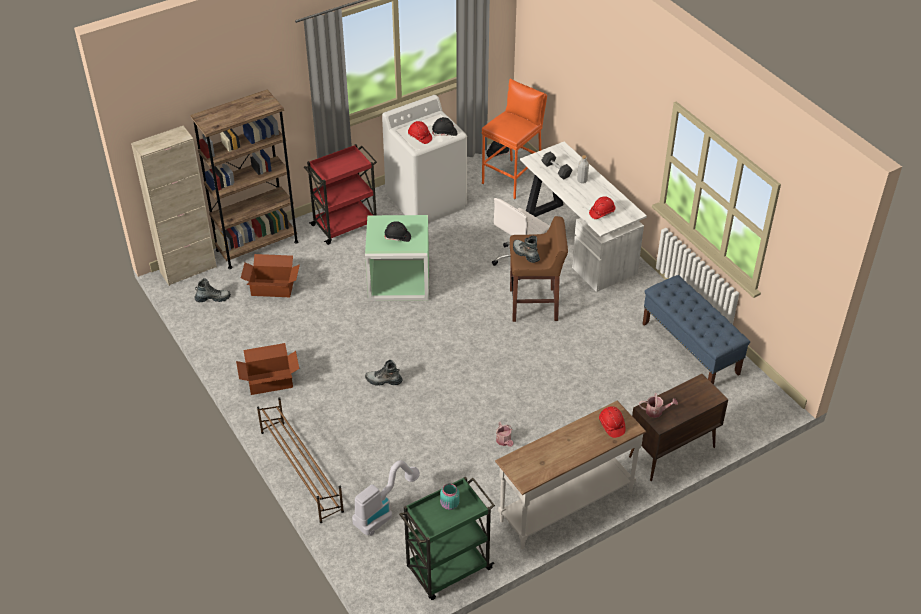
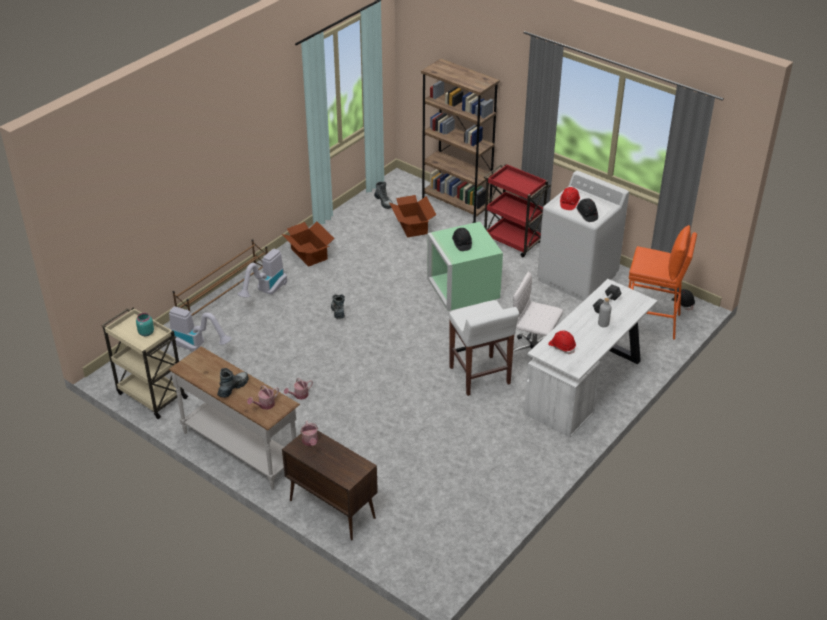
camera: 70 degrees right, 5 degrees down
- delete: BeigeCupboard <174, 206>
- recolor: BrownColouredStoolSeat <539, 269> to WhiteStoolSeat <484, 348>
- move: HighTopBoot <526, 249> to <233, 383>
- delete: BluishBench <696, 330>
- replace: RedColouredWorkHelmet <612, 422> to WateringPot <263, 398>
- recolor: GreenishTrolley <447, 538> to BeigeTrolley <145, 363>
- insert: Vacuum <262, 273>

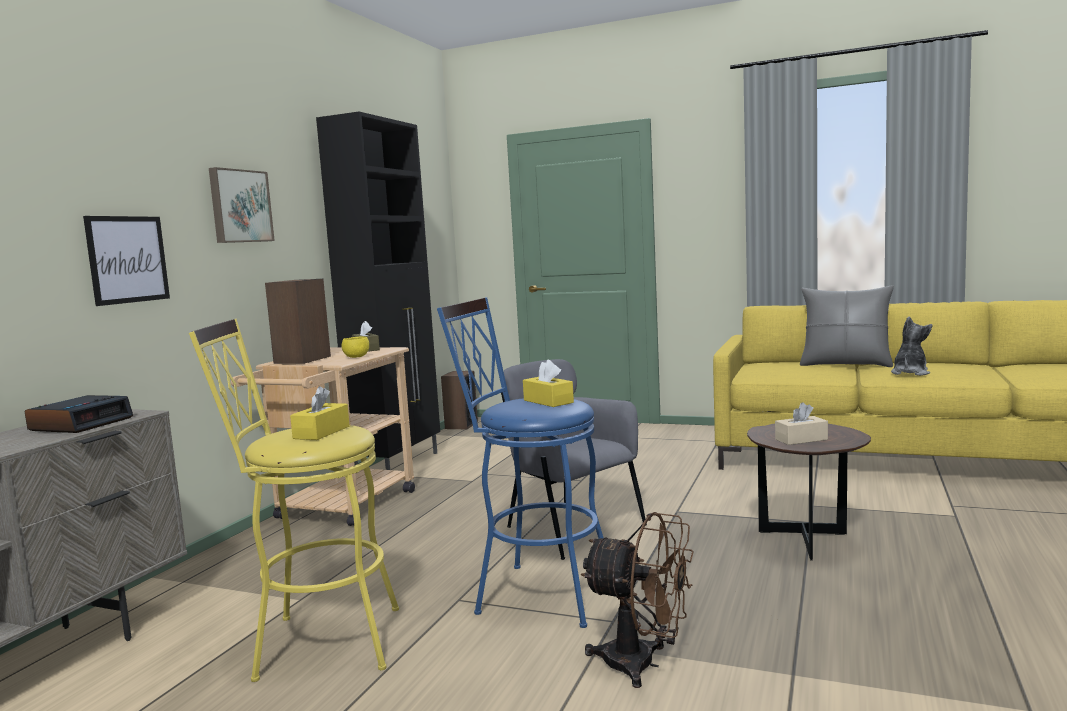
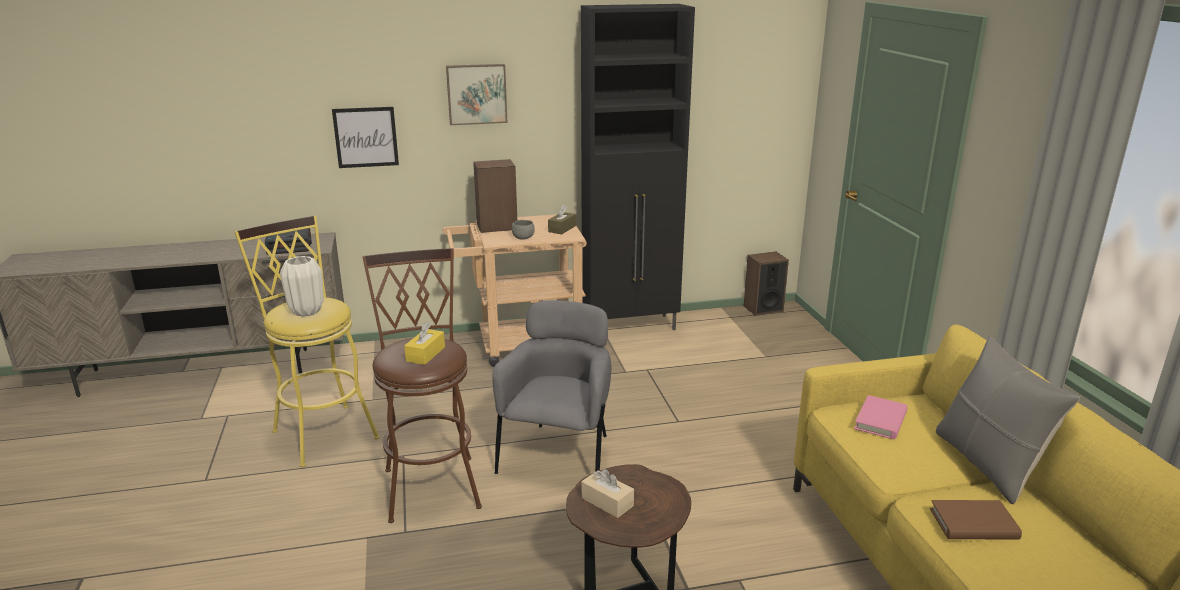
camera: 55 degrees right, 15 degrees up
- recolor: BluishStoolSeat <520, 462> to BrownColouredStoolSeat <422, 385>
- replace: SoftToy <911, 346> to BrownColouredBook <976, 519>
- recolor: YellowColouredBowl <355, 347> to GrayBowl <523, 230>
- replace: YellowColouredBoxOfTissues <320, 413> to WhiteVase <302, 286>
- delete: BrownColouredCoolingFan <637, 600>
- insert: PinkishBook <880, 417>

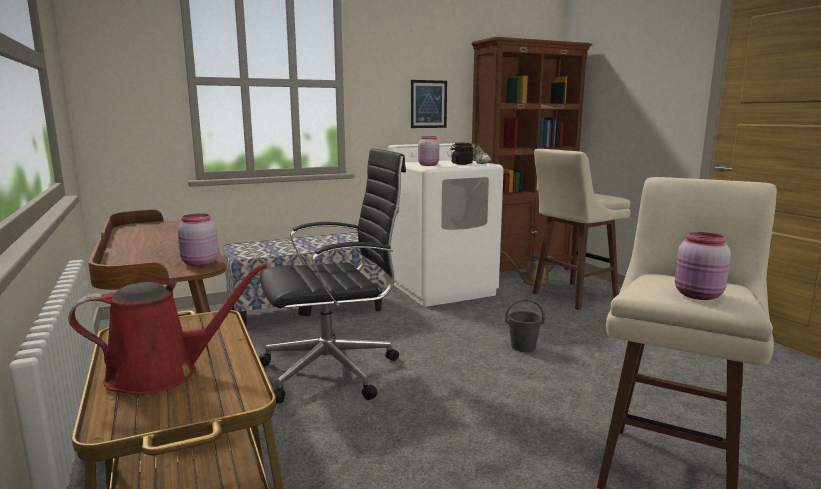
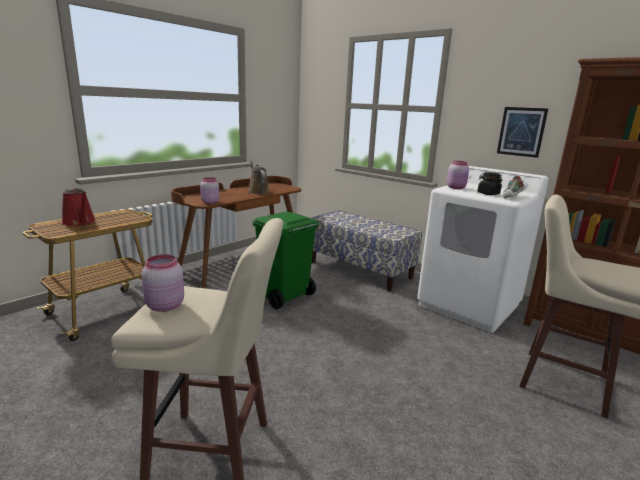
camera: 65 degrees right, 5 degrees up
- replace: BlackColouredComputerChair <332, 276> to GreenishRubbishBin <285, 260>
- move: BrownColouredWateringPot <528, 268> to <259, 177>
- delete: GrayBucket <525, 325>

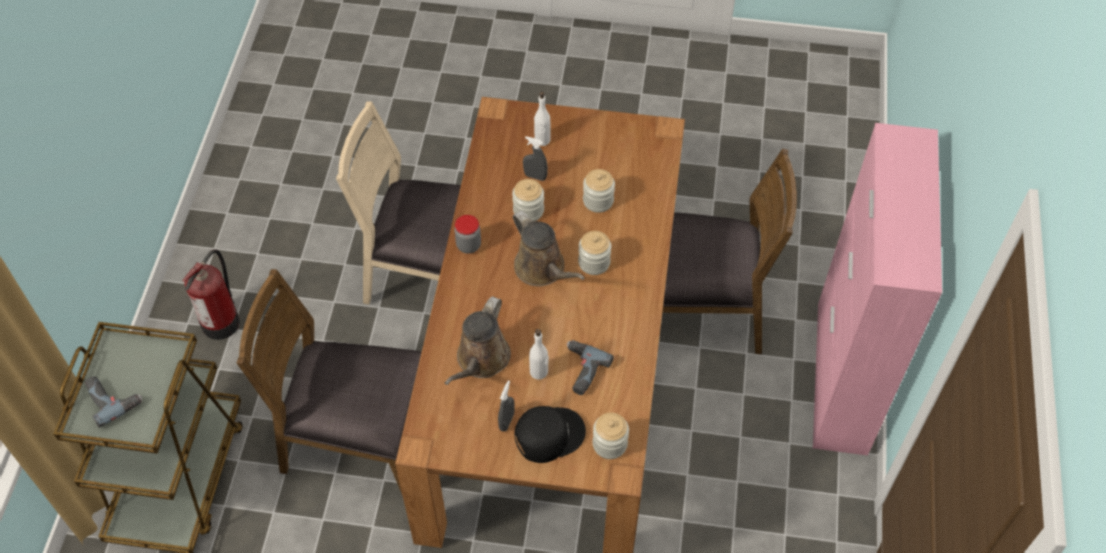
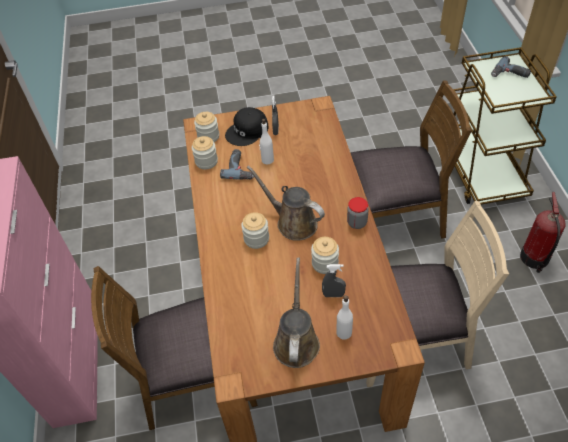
camera: 165 degrees right, 5 degrees down
- move: PreserveJar <599, 191> to <205, 152>
- move: BrownColouredWateringPot <478, 340> to <296, 312>

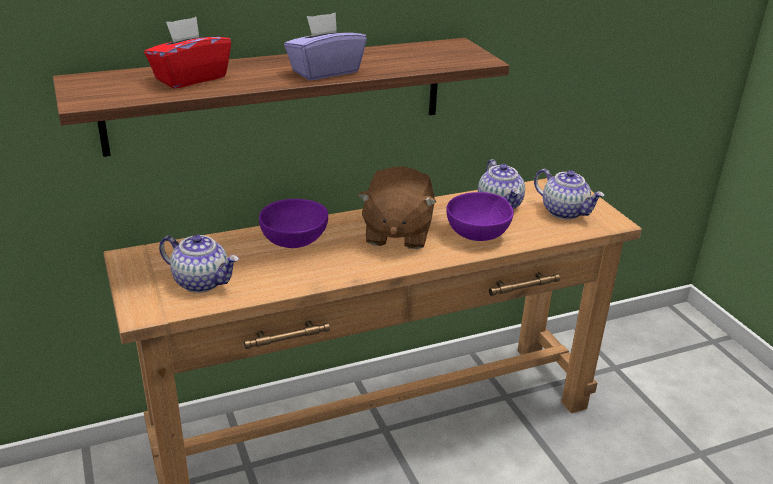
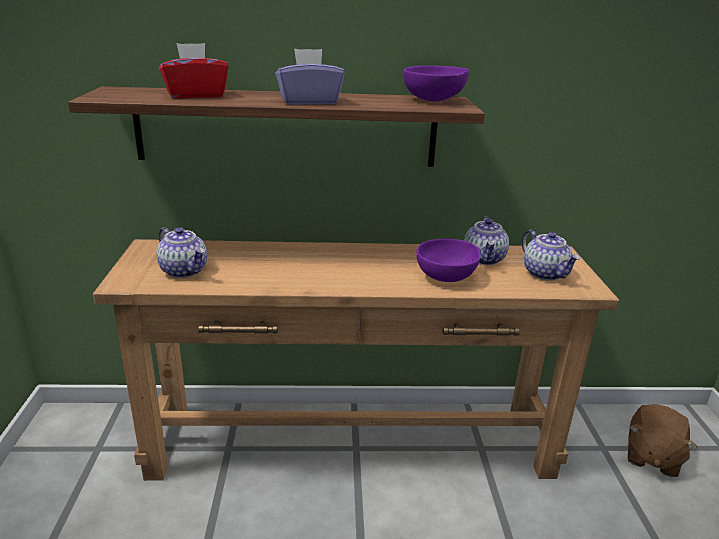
camera: 20 degrees right, 5 degrees down
- move: BrownColouredSoftToy <397, 207> to <663, 440>
- move: PurpleColouredBowl <293, 223> to <436, 83>

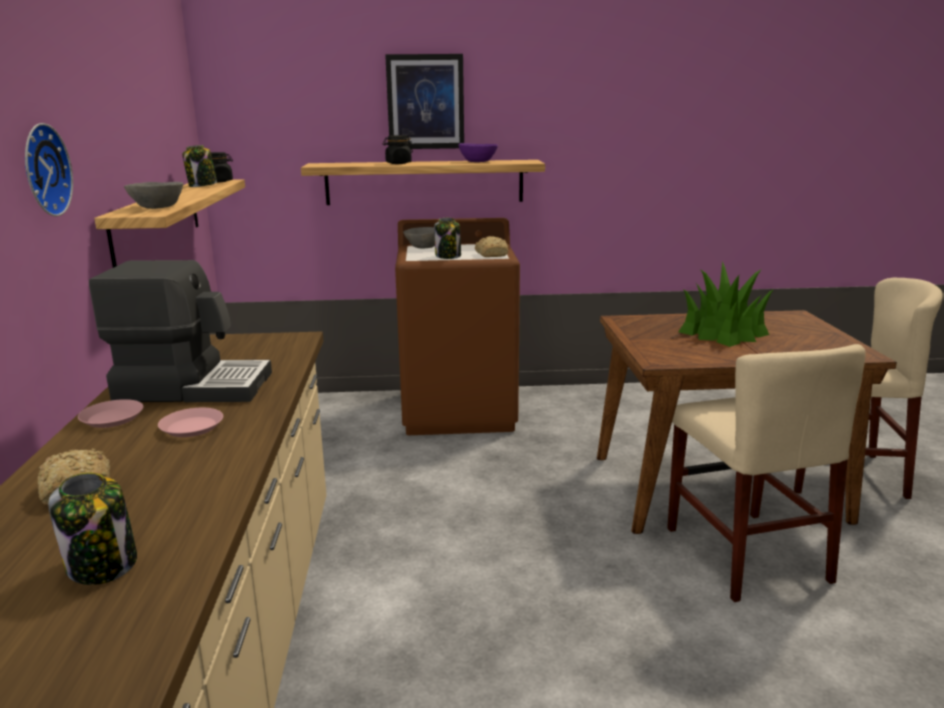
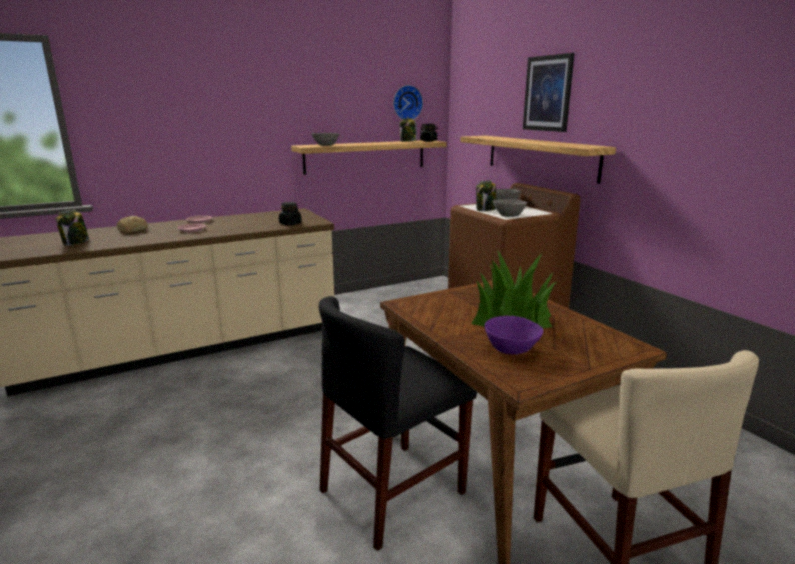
camera: 65 degrees right, 0 degrees up
- move: ClockOnTheWall <49, 169> to <408, 102>
- move: BlackColouredPreserveJar <398, 149> to <290, 213>
- move: PurpleColouredBowl <478, 152> to <514, 335>
- replace: Bread <492, 246> to GrayBowl <510, 208>
- delete: CoffeeMaker <180, 331>
- recolor: BeigeChair <766, 473> to BlackColouredChair <398, 423>

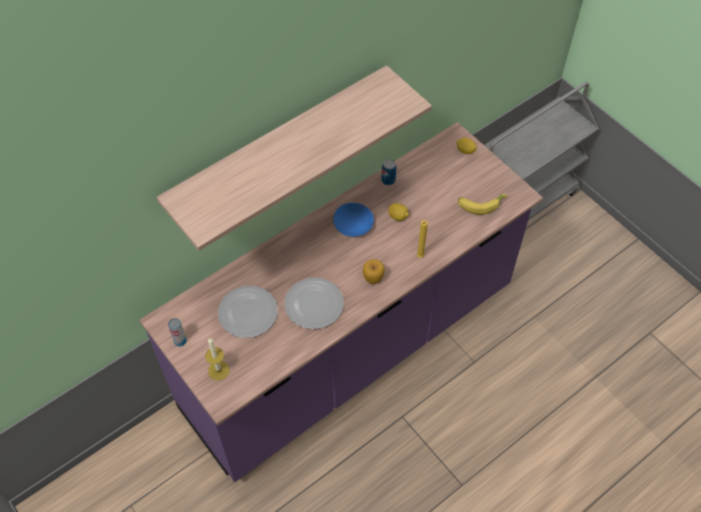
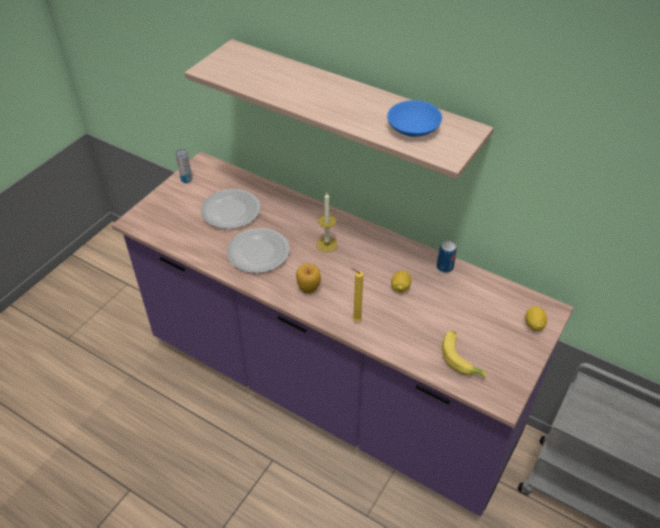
camera: 70 degrees right, 10 degrees down
- move: BluishBowl <353, 220> to <414, 118>
- move: WaxLight <217, 359> to <327, 222>

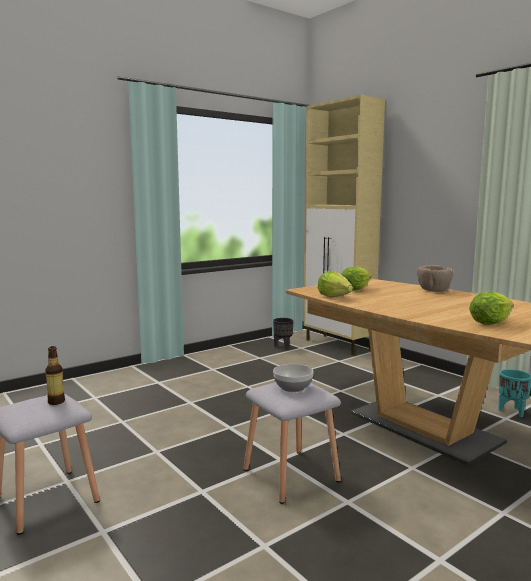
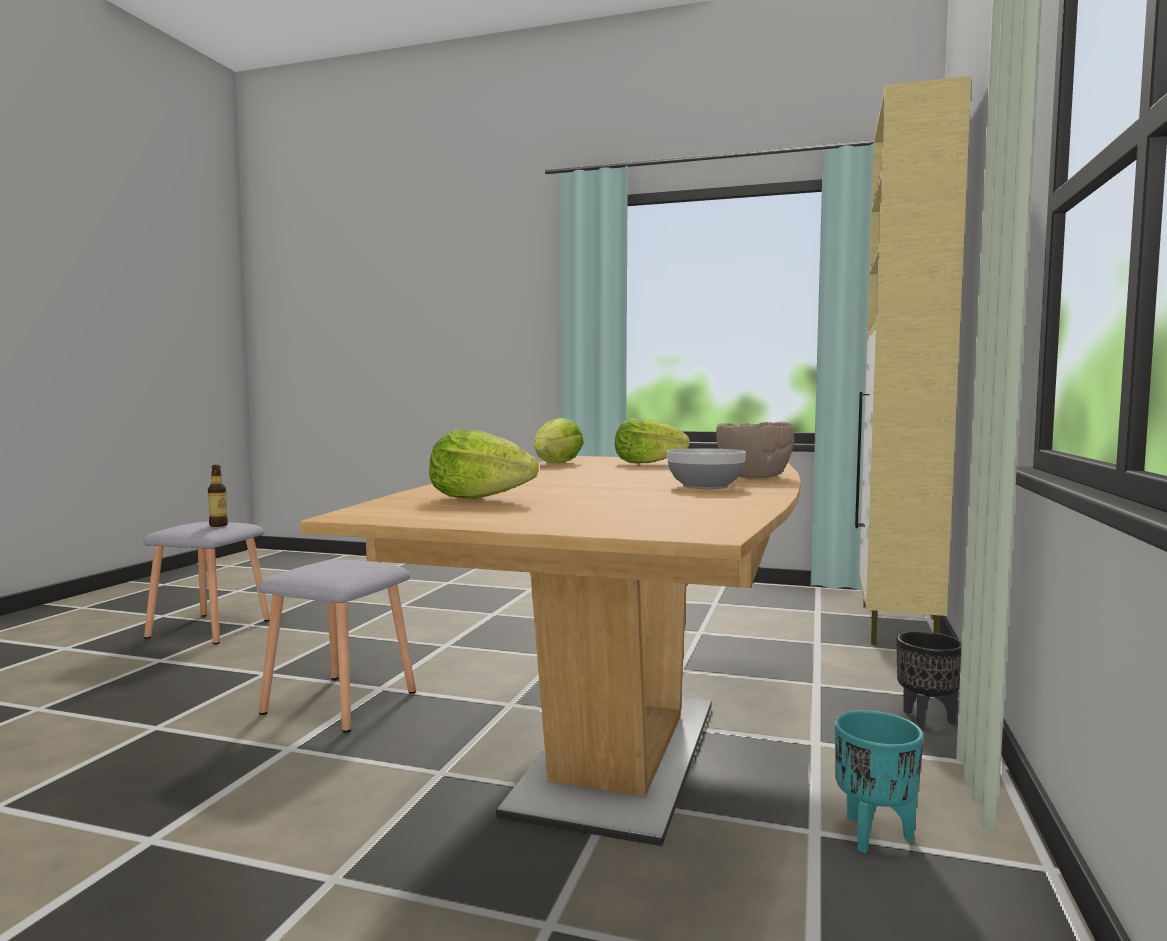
camera: 55 degrees right, 5 degrees down
- move: BlackColouredPlantPot <283, 334> to <929, 681>
- move: Bowl <293, 378> to <706, 468>

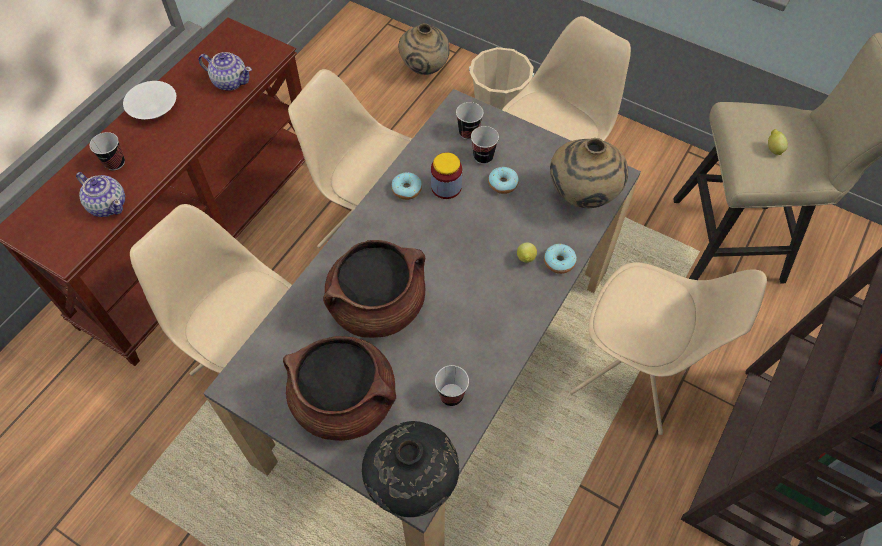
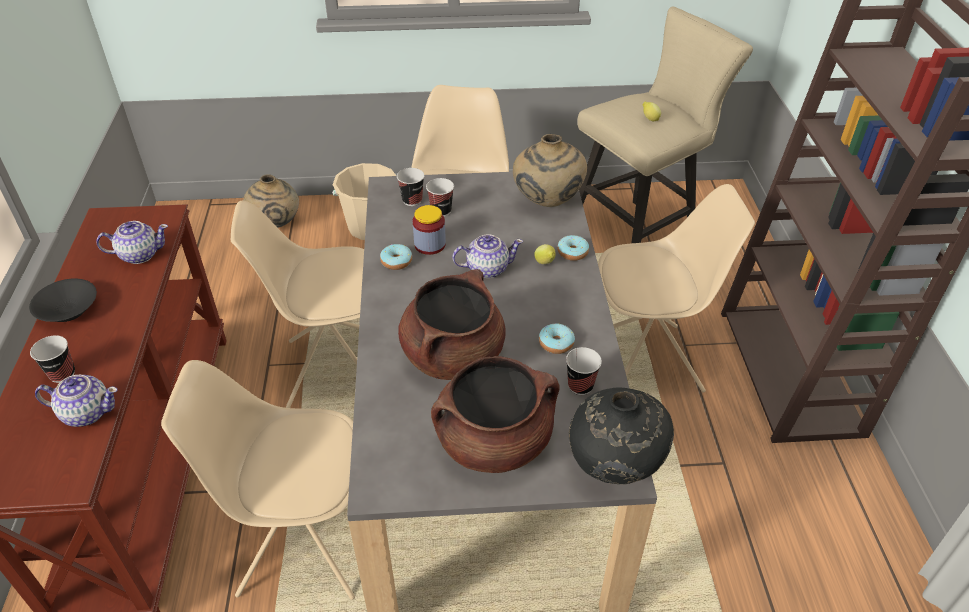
camera: 35 degrees left, 15 degrees down
- recolor: WhiteBowl <149, 100> to BlackColouredBowl <63, 300>
- move: Doughnut <503, 180> to <557, 339>
- insert: TeaPot <487, 256>

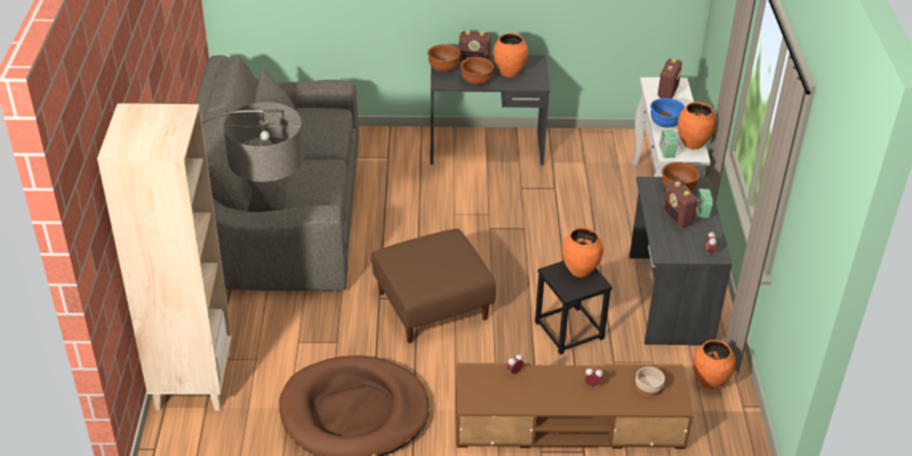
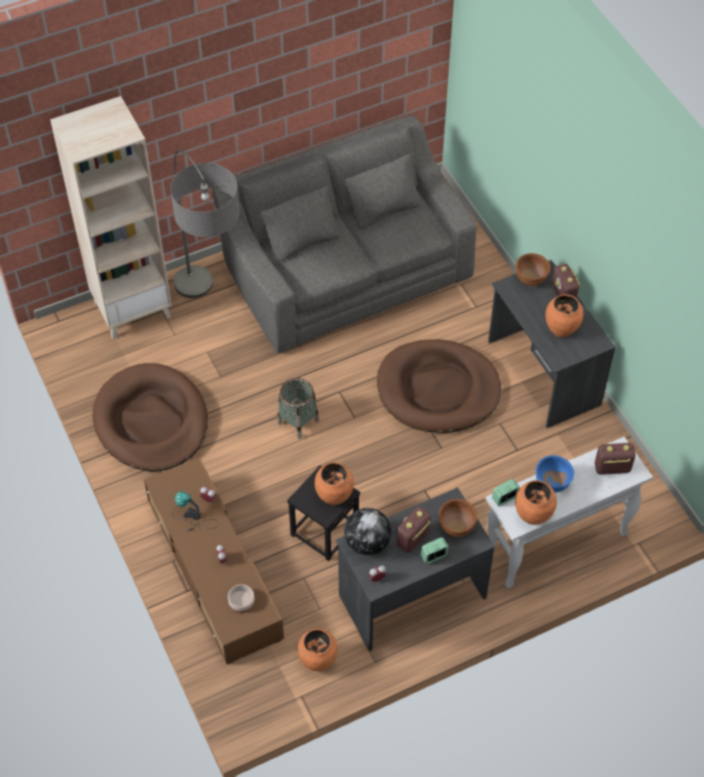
camera: 65 degrees right, 15 degrees up
- delete: BrownColouredBowl <477, 71>
- replace: BrownColouredFootrest <434, 286> to Basket <298, 408>
- insert: BrownColouredDogBed <439, 386>
- insert: TableLamp <195, 511>
- insert: Globe <367, 531>

